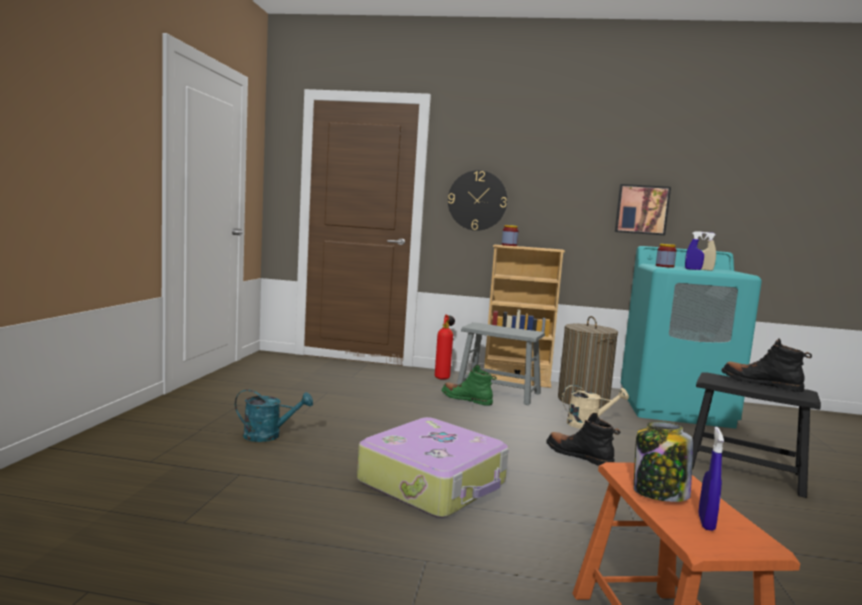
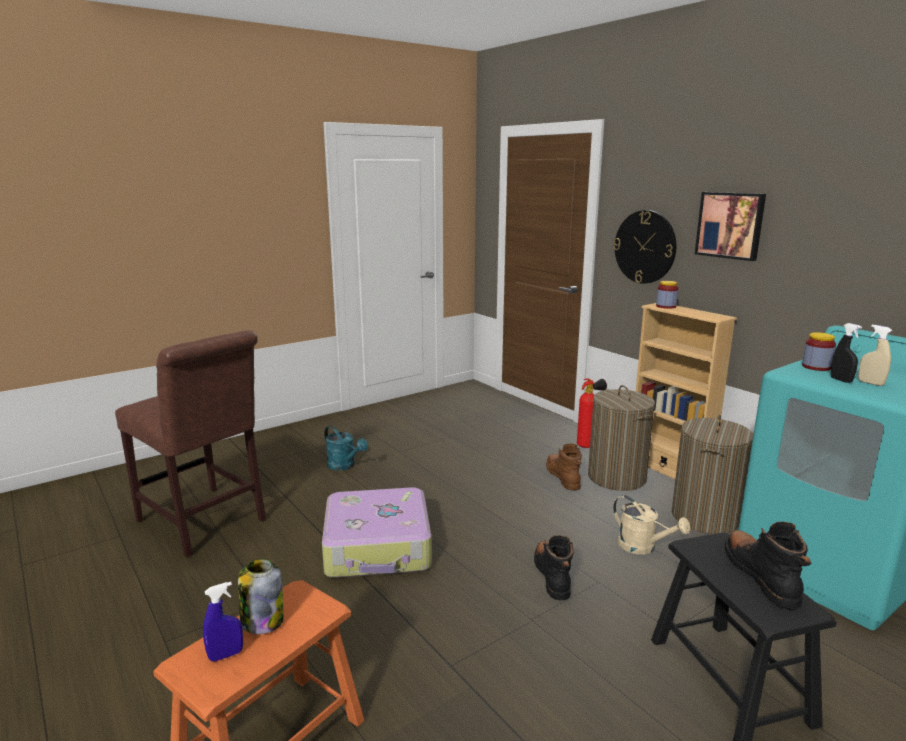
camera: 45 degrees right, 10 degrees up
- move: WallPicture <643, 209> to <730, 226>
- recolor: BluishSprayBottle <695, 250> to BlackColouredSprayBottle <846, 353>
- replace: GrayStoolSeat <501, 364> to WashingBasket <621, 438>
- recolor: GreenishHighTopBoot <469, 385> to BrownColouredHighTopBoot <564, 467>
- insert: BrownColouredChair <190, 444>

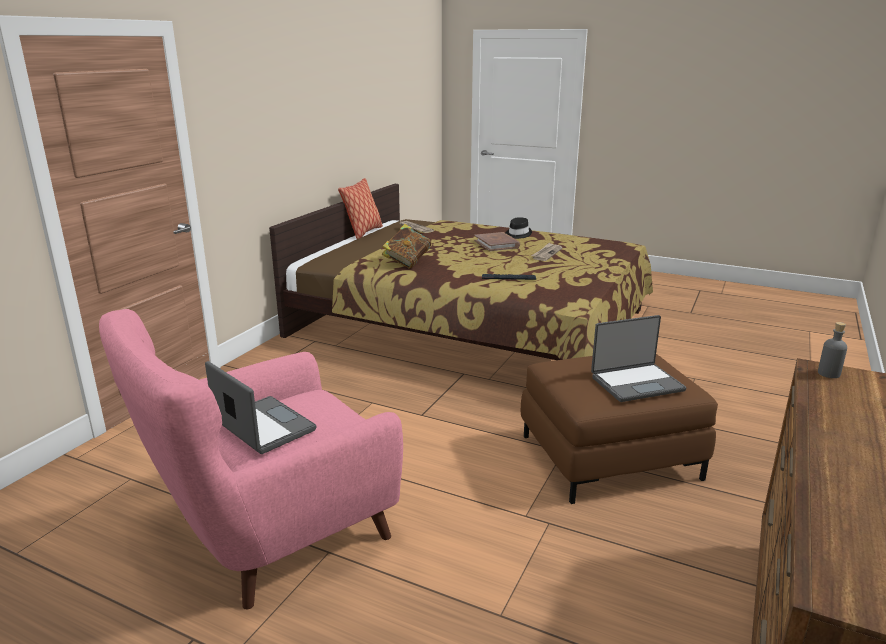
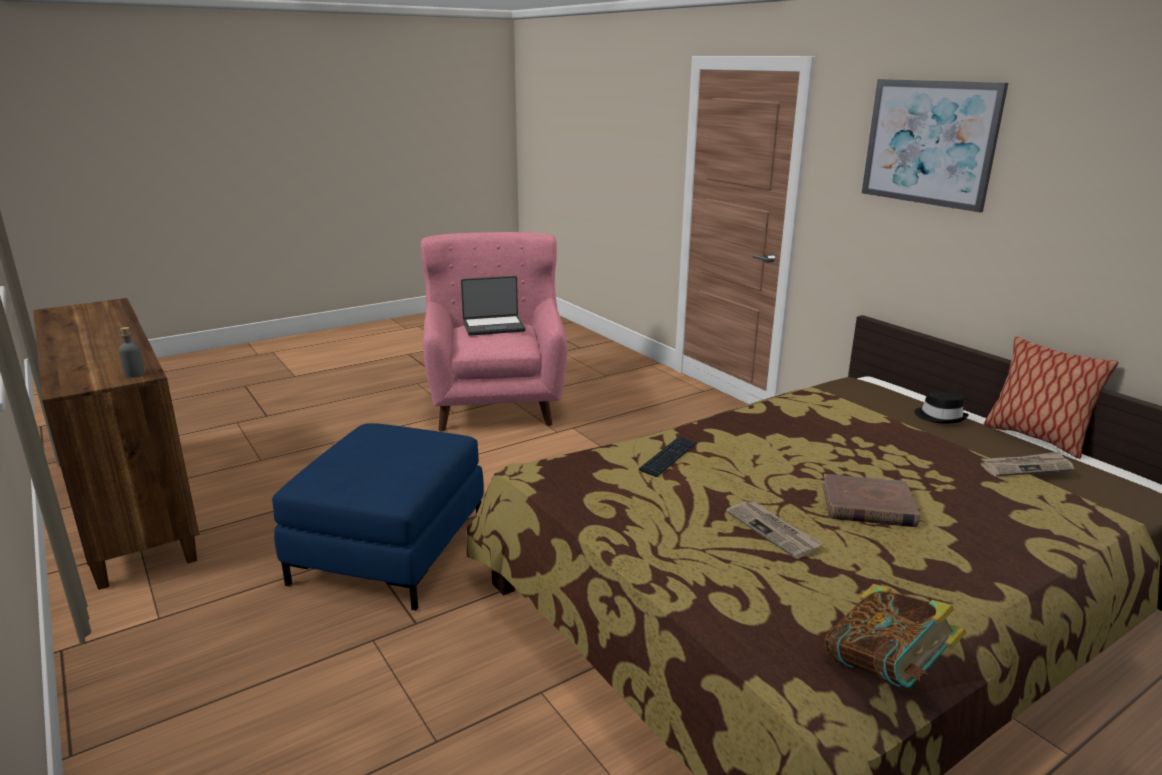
camera: 120 degrees right, 0 degrees up
- move: BlackColouredHat <519, 228> to <941, 407>
- move: Book <406, 246> to <895, 636>
- delete: PortableComputer <638, 358>
- recolor: BrownColouredFootrest <619, 429> to BluishFootrest <378, 517>
- insert: WallPicture <935, 146>

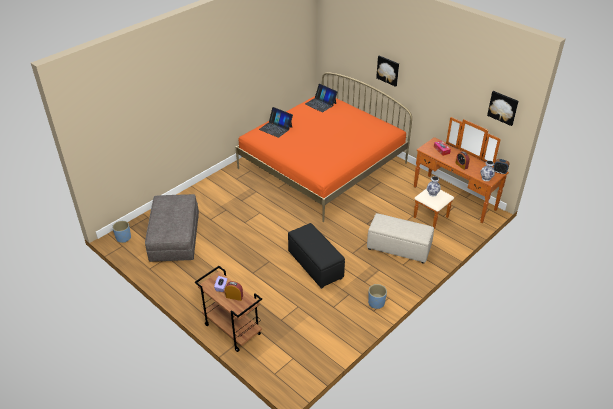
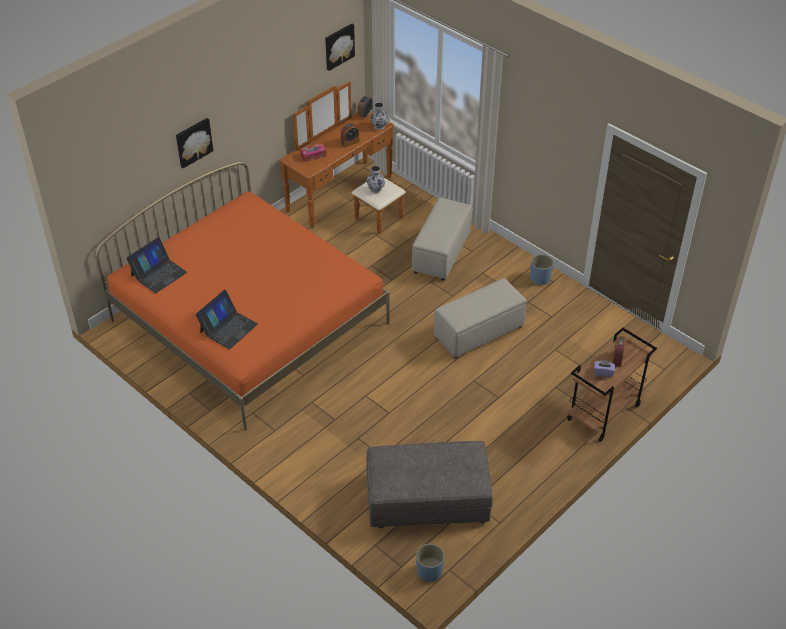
camera: 90 degrees left, 5 degrees up
- recolor: BlackColouredFootrest <316, 256> to BeigeFootrest <480, 318>

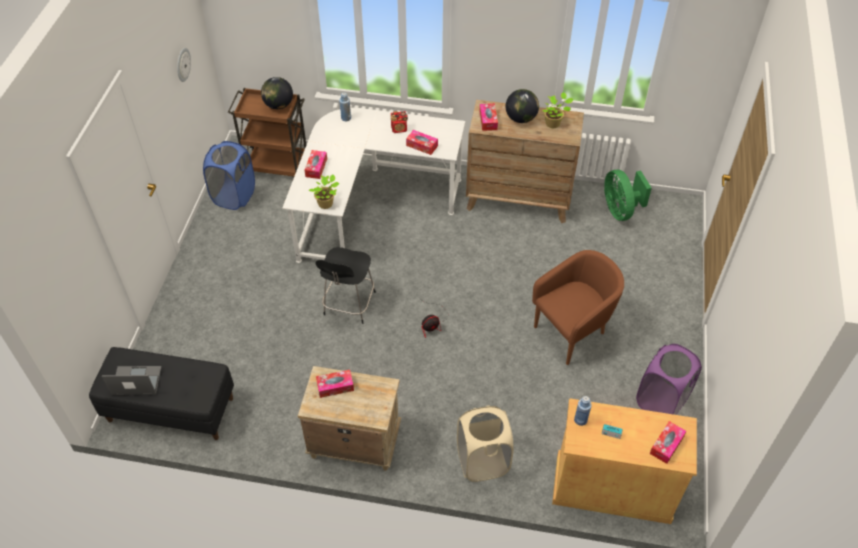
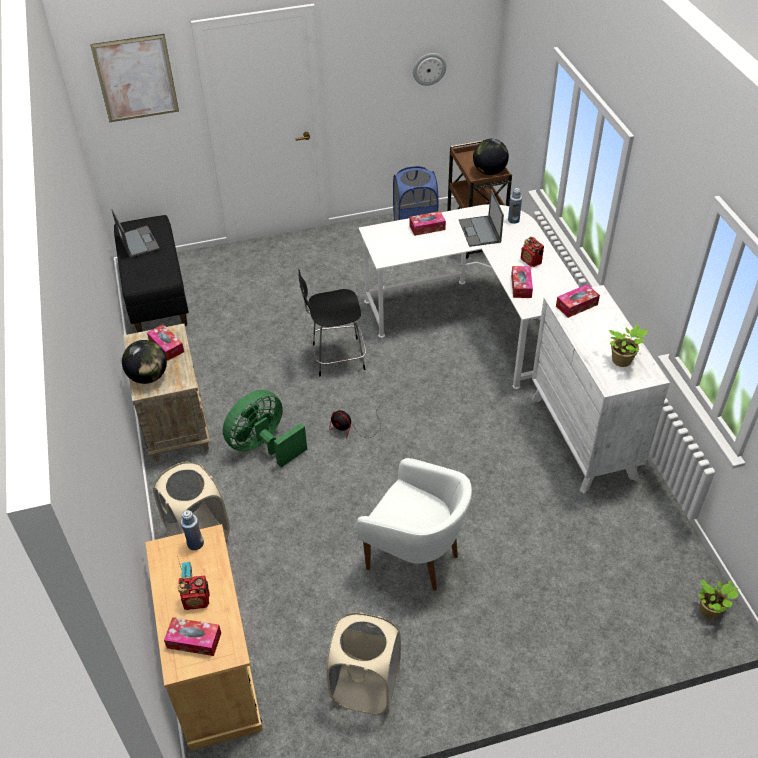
camera: 65 degrees right, 5 degrees down
- move: Globe <522, 106> to <144, 362>
- recolor: BrownColouredDresser <525, 161> to WhiteDresser <601, 389>
- move: GreenishCoolingFan <628, 195> to <265, 428>
- move: PottedPlant <323, 191> to <718, 599>
- recolor: BrownColouredArmchair <578, 307> to WhiteArmchair <414, 524>
- recolor: PurpleColouredWashingBasket <669, 379> to BeigeWashingBasket <363, 663>
- insert: WallPicture <134, 78>
- insert: PortableComputer <481, 218>
- insert: RadioReceiver <194, 592>

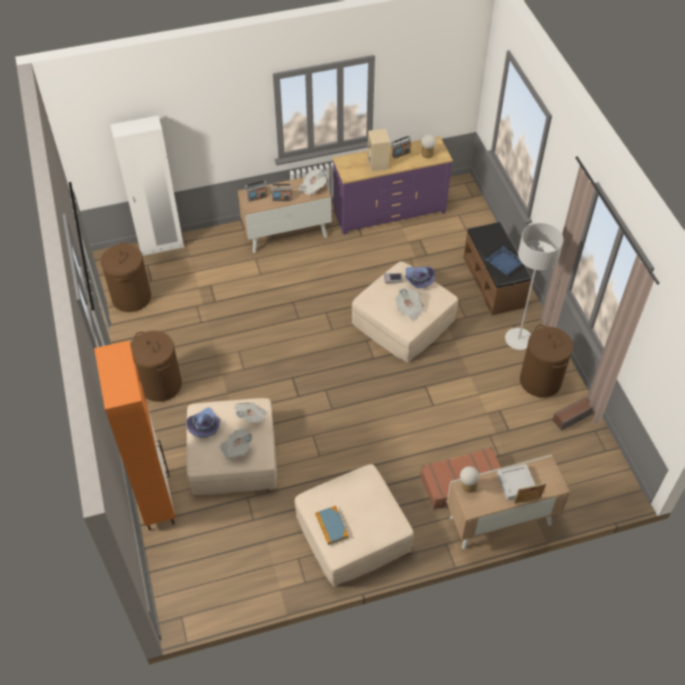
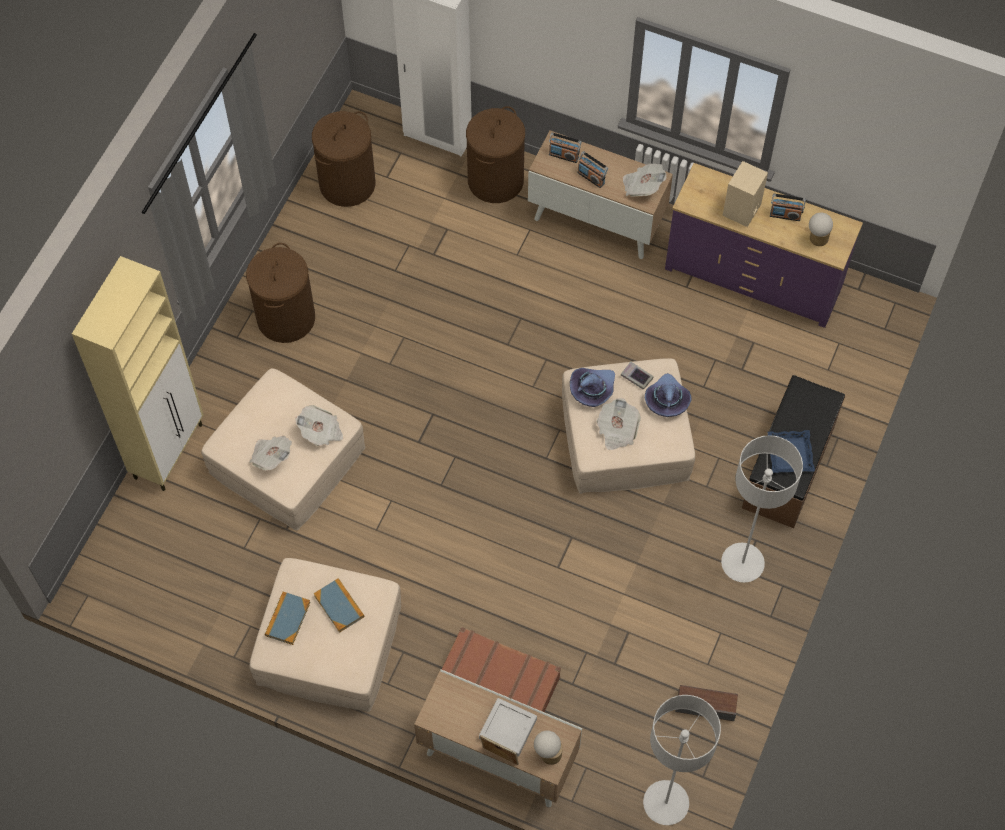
camera: 40 degrees right, 10 degrees up
- move: BrownColouredWashingBasket <546, 361> to <495, 154>
- recolor: OrangeCupboard <134, 435> to BeigeCupboard <138, 373>
- move: PurpleColouredHat <203, 423> to <592, 387>
- move: TableLamp <469, 479> to <548, 748>
- insert: Book <339, 605>
- insert: GrayFloorLamp <682, 760>

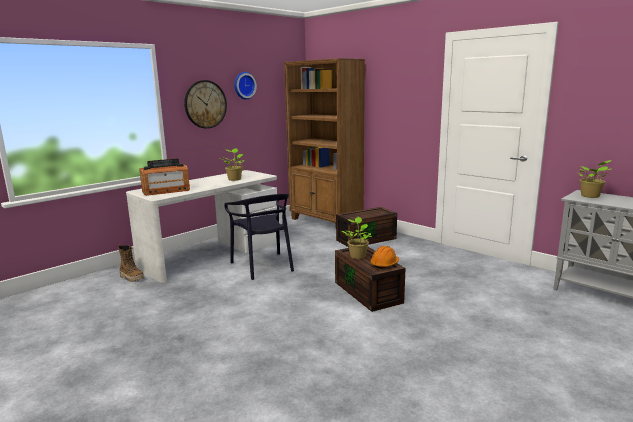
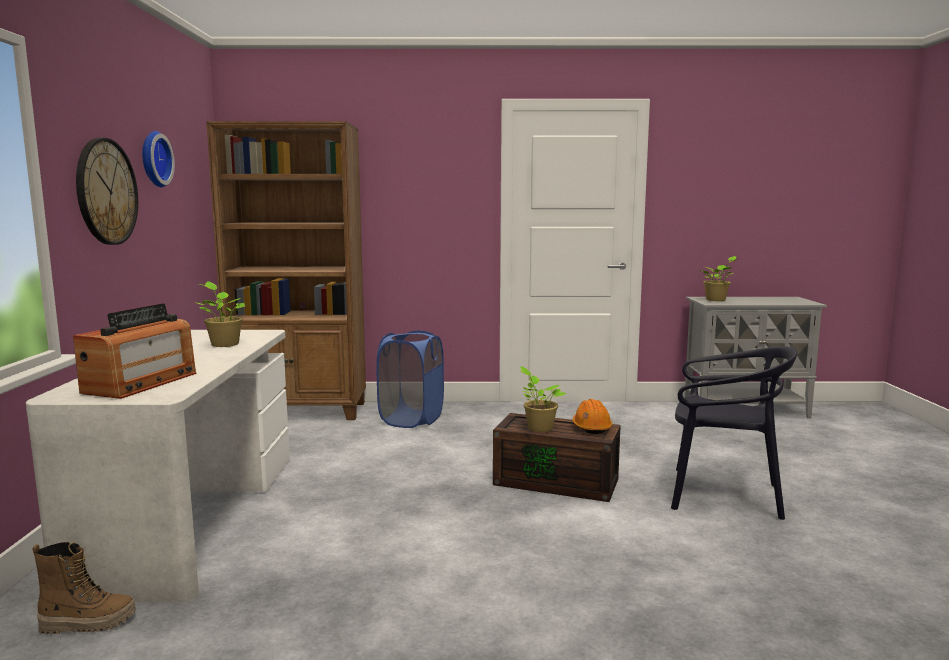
camera: 45 degrees left, 5 degrees down
- move: BlackColouredChair <259, 237> to <734, 433>
- replace: BrownColouredStorageContainer <366, 227> to BluishWashingBasket <410, 379>

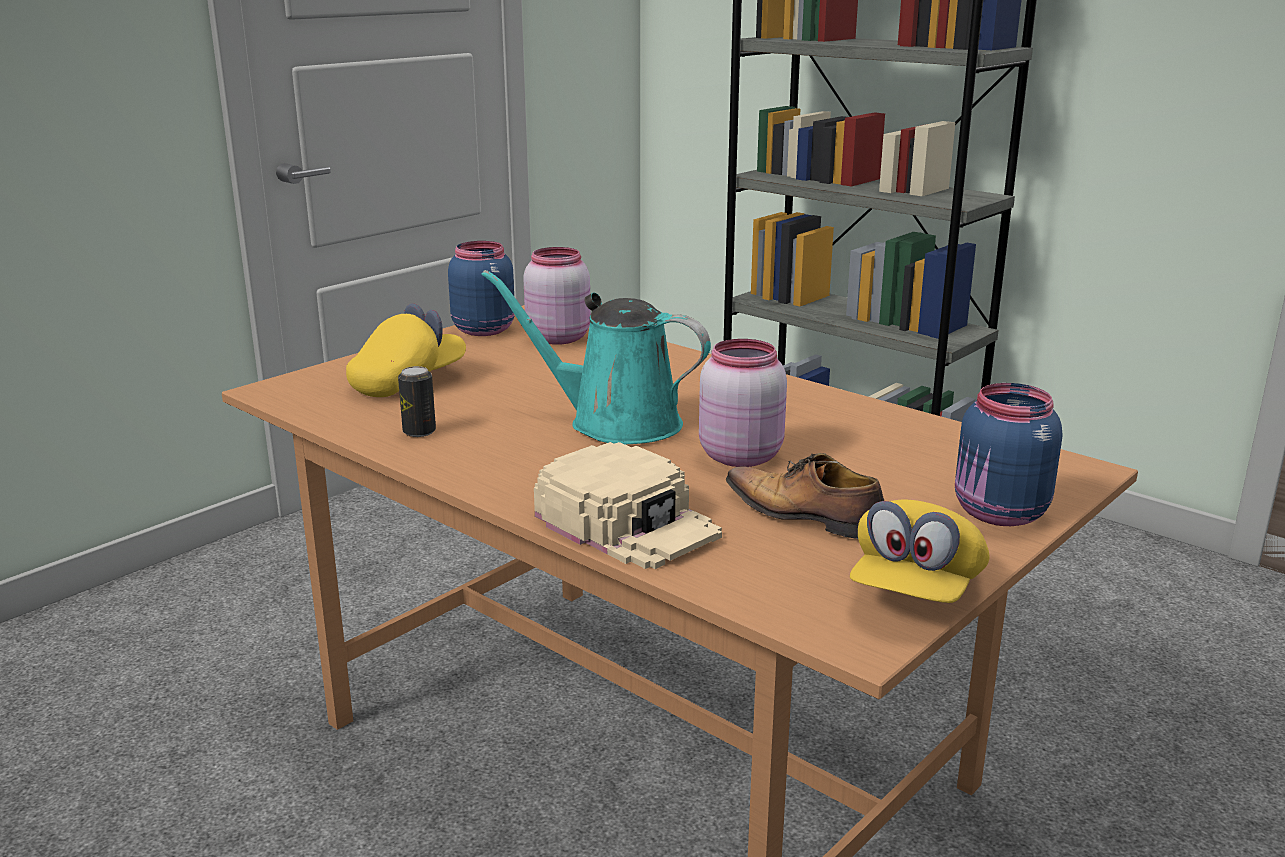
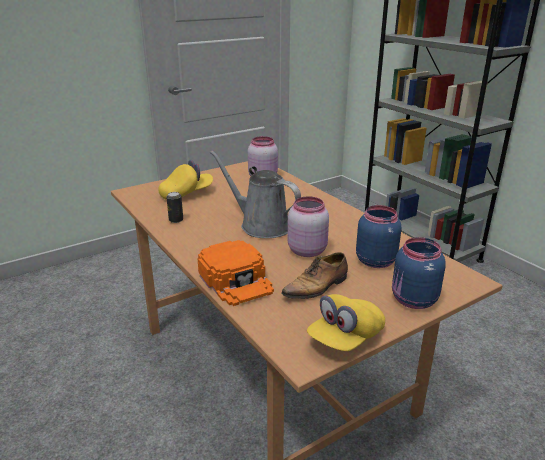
camera: 15 degrees right, 5 degrees up
- move: BluishPreserveJar <481, 288> to <379, 236>
- recolor: TurquoiseColouredWateringPot <596, 357> to GrayWateringPot <255, 194>
- recolor: BeigePeakedCap <628, 505> to OrangePeakedCap <235, 273>
- rotate: ItemOfFootwear <805, 496> = <314, 275> 90 degrees counterclockwise

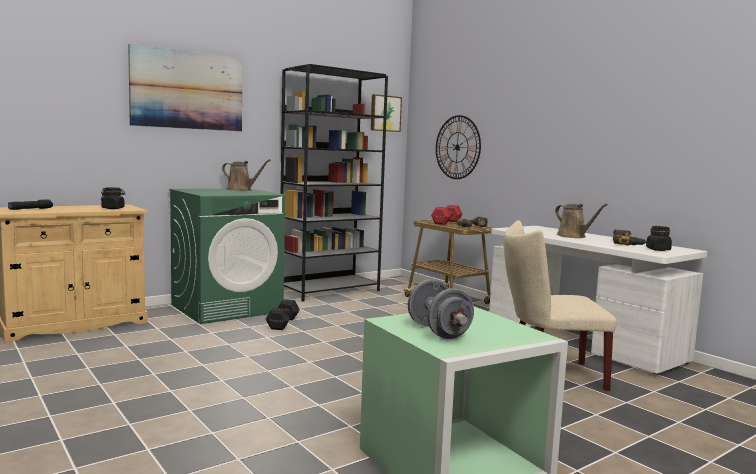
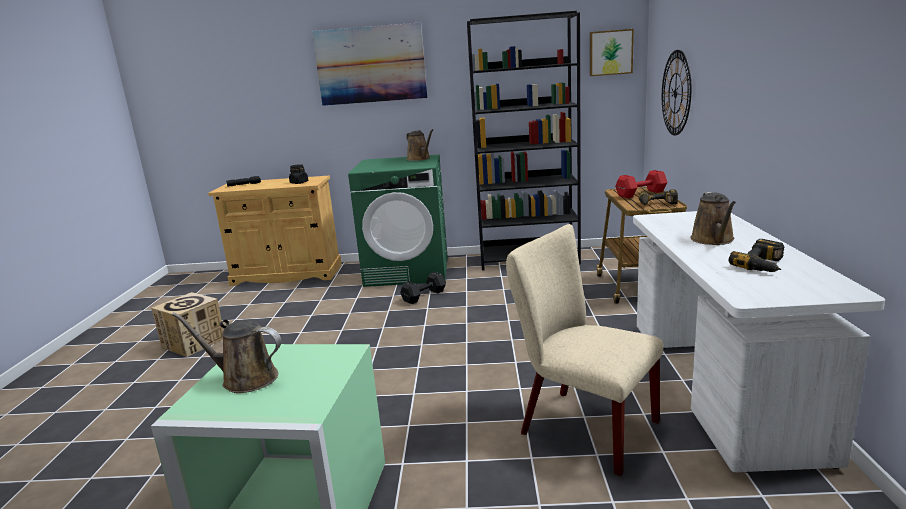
camera: 40 degrees right, 10 degrees up
- delete: BlackColouredPreserveJar <659, 238>
- replace: GrayHandWeight <441, 309> to BrownColouredWateringPot <227, 352>
- insert: CardboardBox <187, 324>

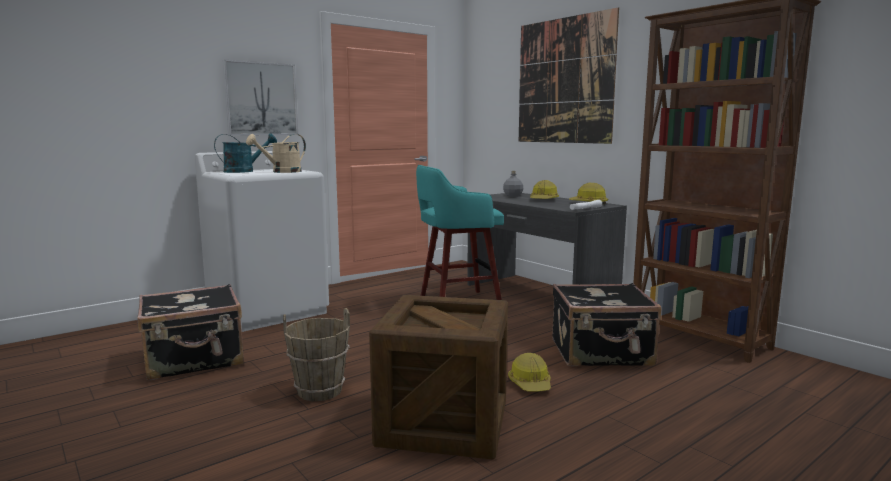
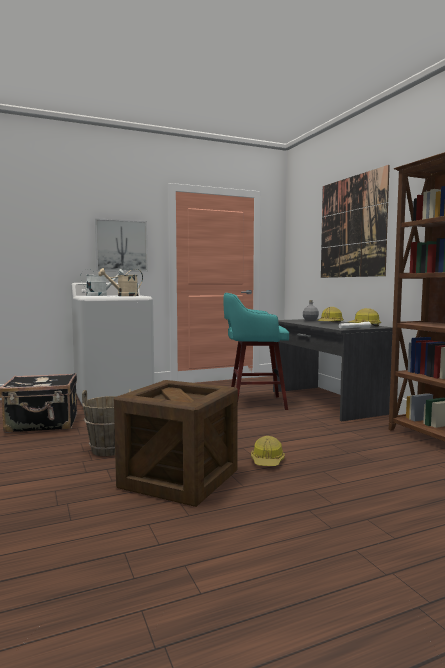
camera: 15 degrees right, 5 degrees down
- recolor: TurquoiseColouredWateringPot <245, 153> to WhiteWateringPot <102, 282>
- delete: BlackColouredSuitcase <606, 324>

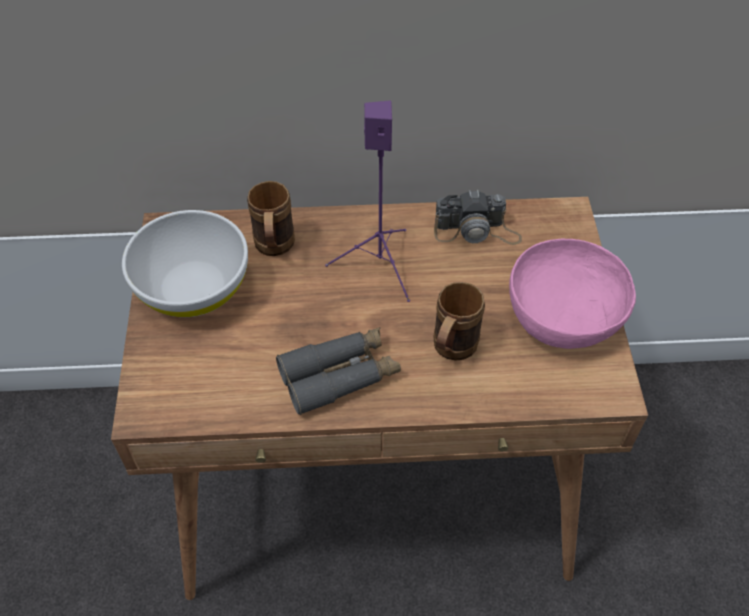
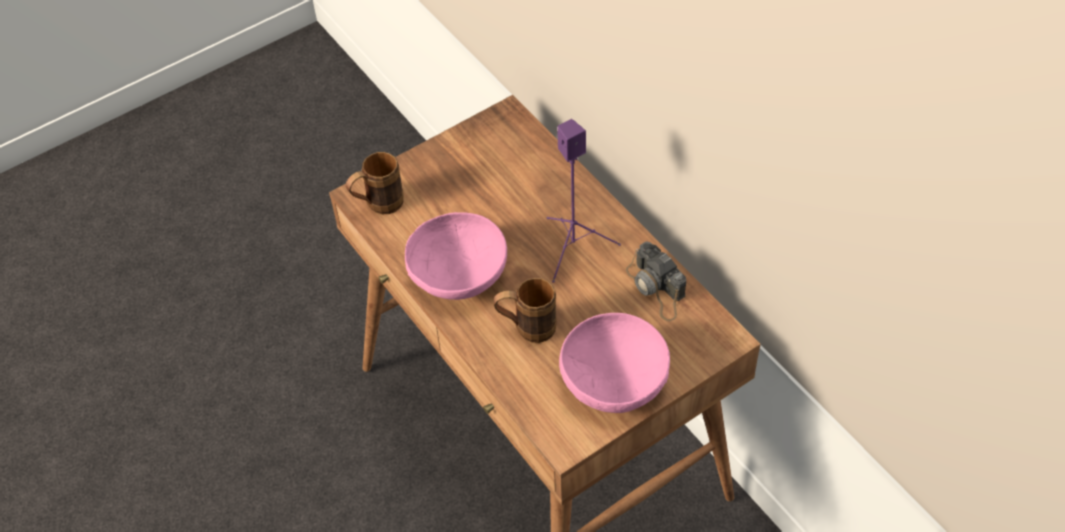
camera: 60 degrees right, 0 degrees up
- move: BrownColouredTeaMug <271, 218> to <375, 183>
- delete: WhiteBowl <185, 263>
- replace: GrayPairOfBinoculars <338, 371> to PinkishBowl <456, 256>

